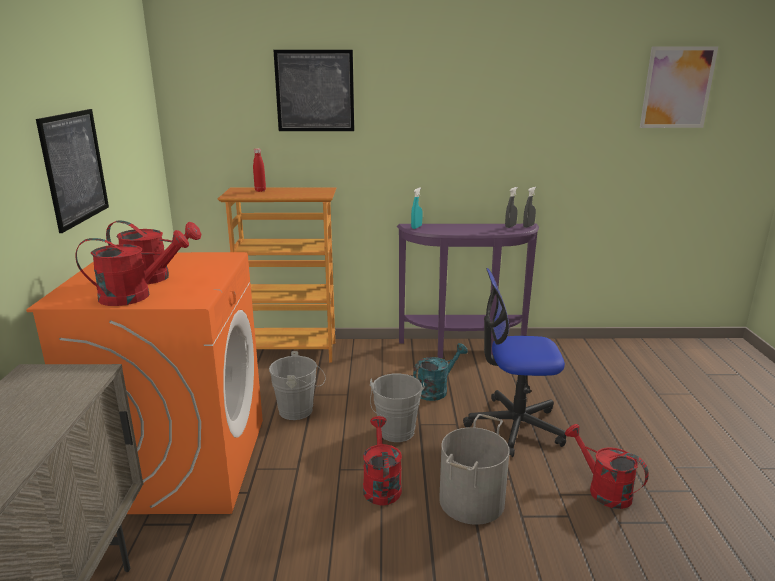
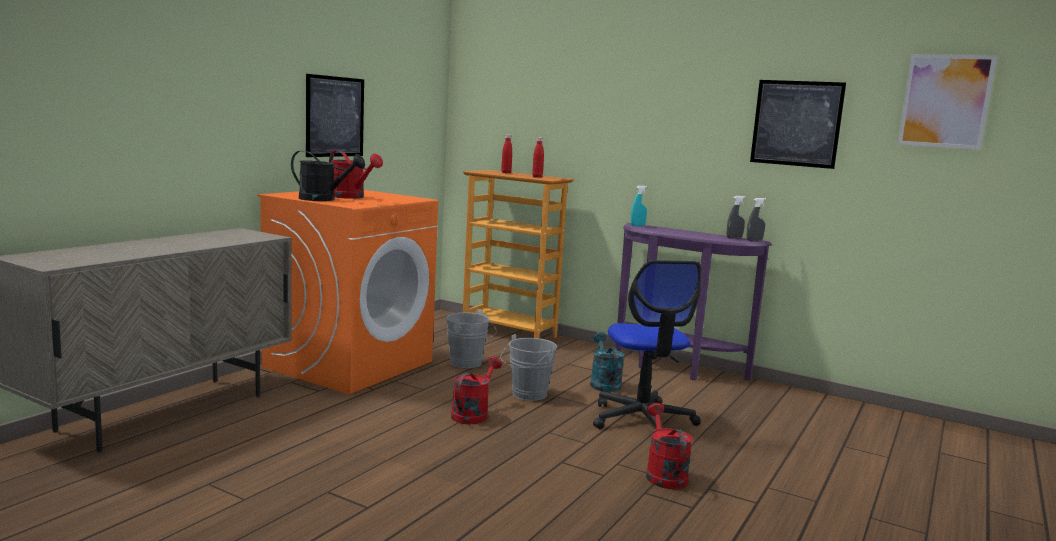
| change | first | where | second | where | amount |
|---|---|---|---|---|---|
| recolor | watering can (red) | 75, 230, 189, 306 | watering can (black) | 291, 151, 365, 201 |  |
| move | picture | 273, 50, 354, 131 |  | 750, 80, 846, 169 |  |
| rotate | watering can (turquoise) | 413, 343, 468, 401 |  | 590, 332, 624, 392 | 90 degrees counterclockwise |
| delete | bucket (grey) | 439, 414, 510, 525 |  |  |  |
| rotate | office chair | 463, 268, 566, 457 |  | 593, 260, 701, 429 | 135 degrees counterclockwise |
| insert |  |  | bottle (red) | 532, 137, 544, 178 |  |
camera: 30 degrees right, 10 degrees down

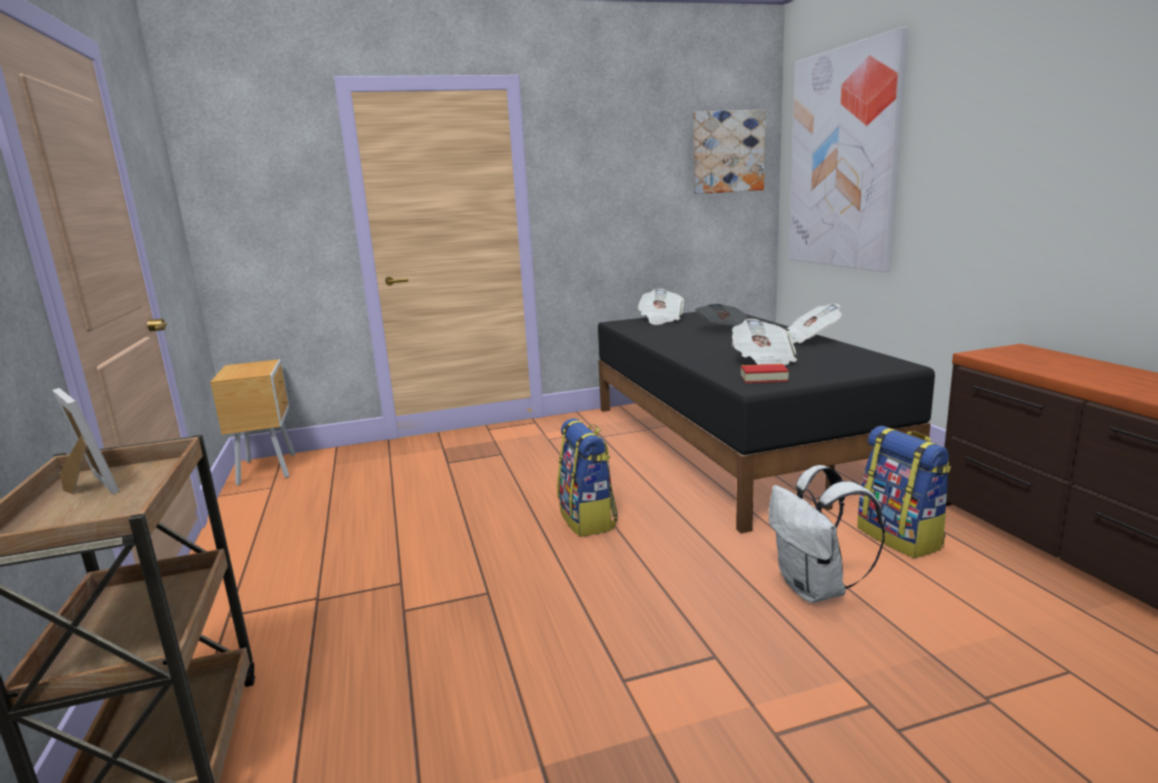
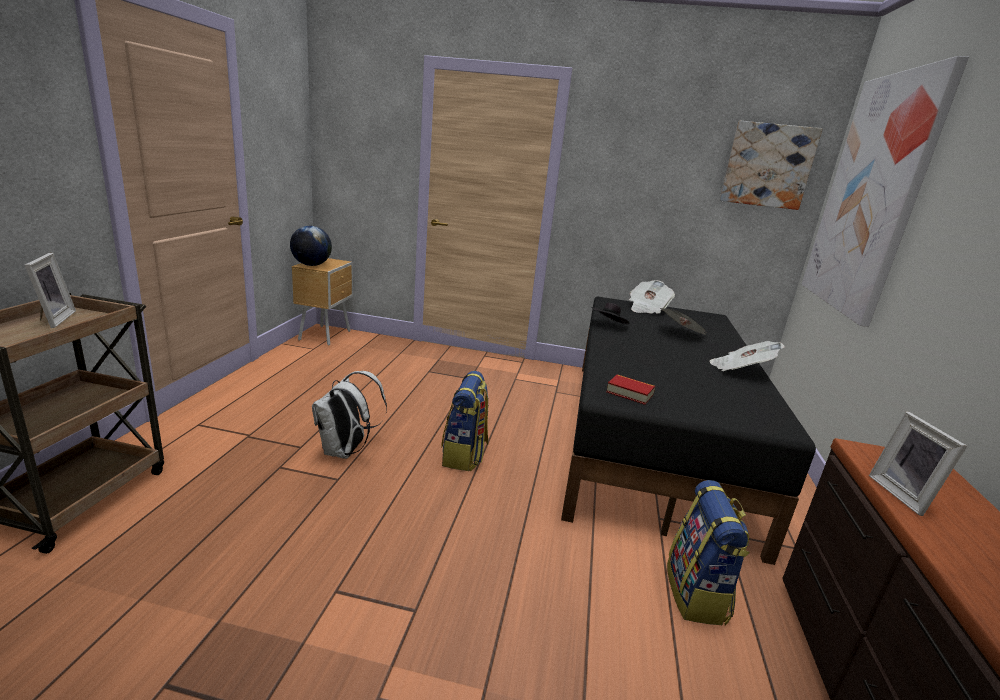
| change | first | where | second | where | amount |
|---|---|---|---|---|---|
| delete | newspaper | 732, 319, 797, 365 |  |  |  |
| move | backpack (white) | 768, 465, 885, 603 |  | 312, 371, 387, 459 |  |
| insert |  |  | globe | 290, 226, 332, 266 |  |
| insert |  |  | hat (black) | 591, 303, 629, 324 |  |
| insert |  |  | picture frame | 869, 411, 967, 516 |  |
camera: 25 degrees right, 5 degrees up

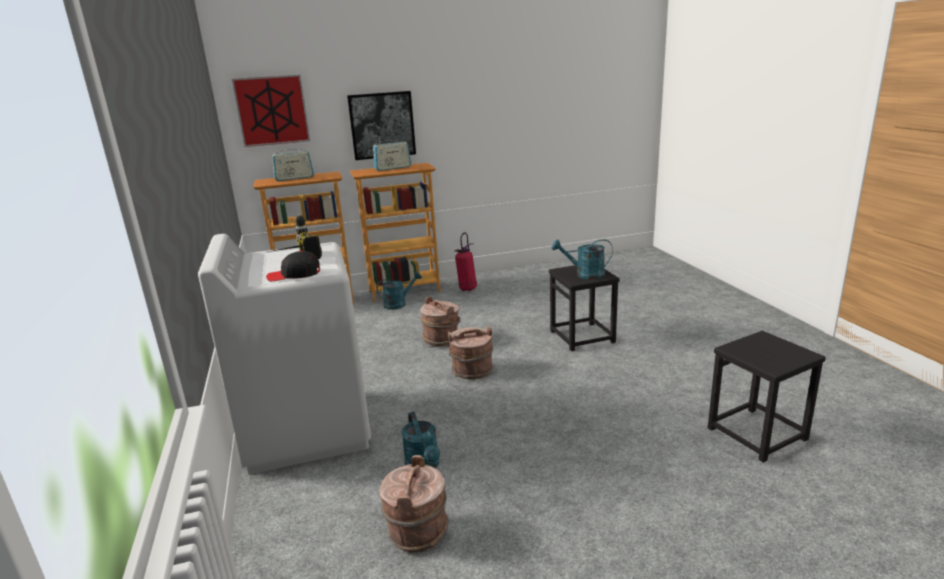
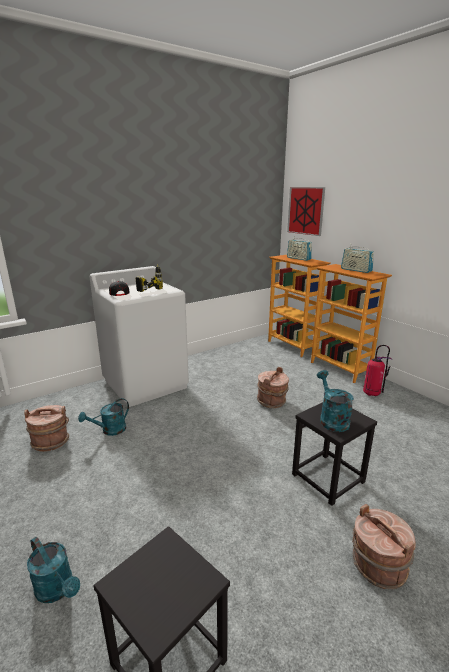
| change | first | where | second | where | amount |
|---|---|---|---|---|---|
| delete | picture | 347, 91, 416, 160 |  |  |  |
| move | watering can (turquoise) | 376, 271, 422, 310 |  | 27, 537, 80, 603 |  |
| move | bucket (brown) | 447, 326, 493, 379 |  | 352, 504, 416, 589 |  |
camera: 70 degrees right, 0 degrees up

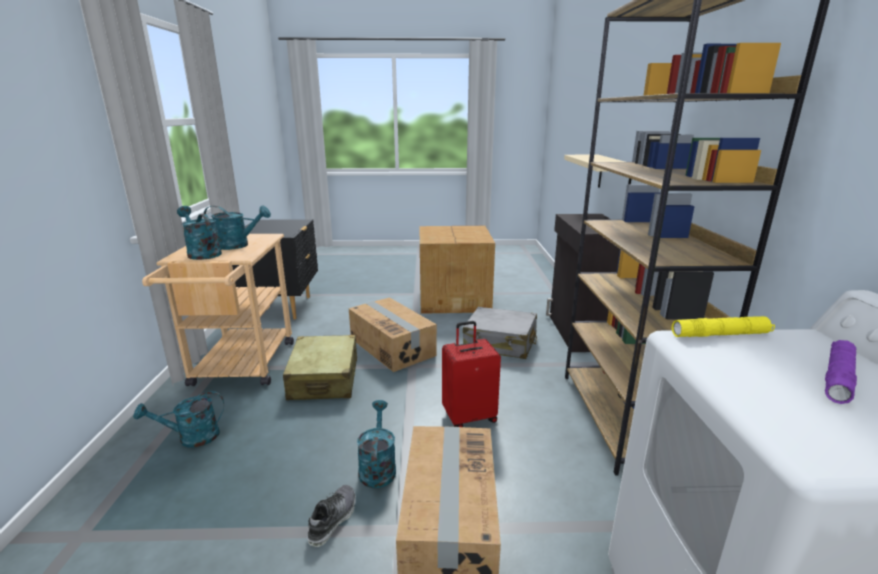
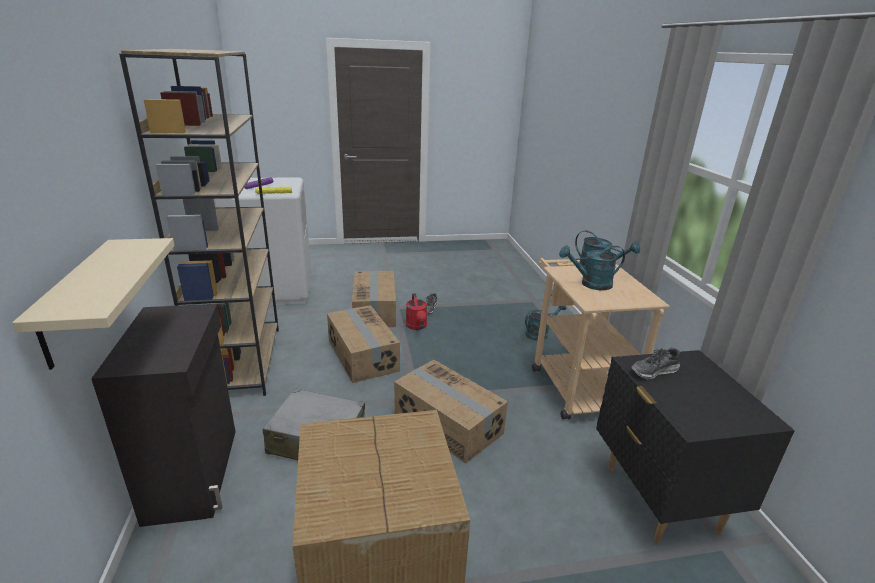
| change | first | where | second | where | amount |
|---|---|---|---|---|---|
| delete | suitcase (beige) | 283, 335, 357, 400 |  |  |  |
| recolor | watering can (turquoise) | 357, 400, 396, 488 | watering can (red) | 406, 293, 427, 330 |  |
| replace | suitcase (red) | 442, 321, 501, 427 | cardboard box | 327, 305, 400, 383 |  |
| insert |  |  | shoe | 632, 347, 680, 379 |  |
camera: 170 degrees right, 5 degrees up

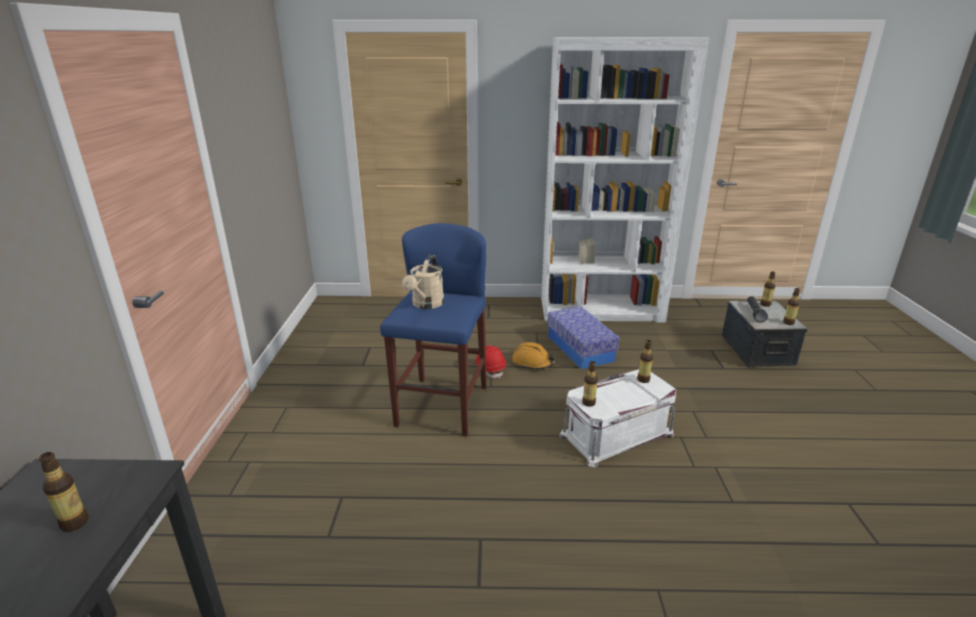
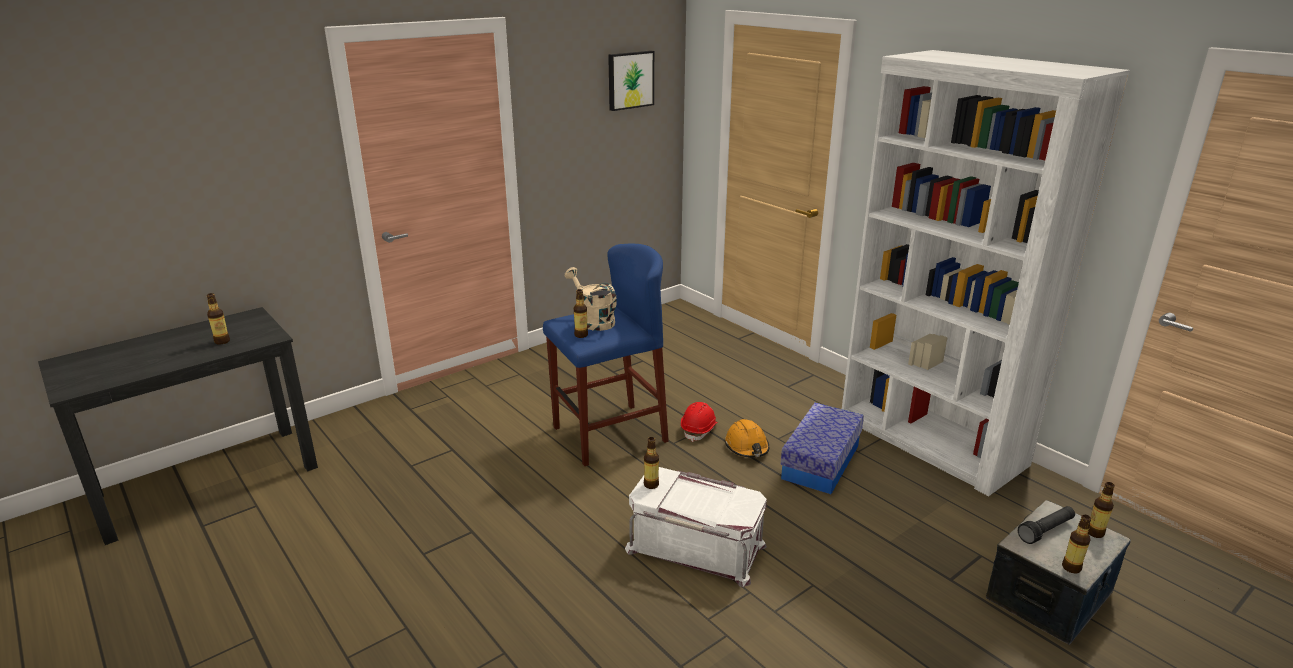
| change | first | where | second | where | amount |
|---|---|---|---|---|---|
| rotate | watering can (beige) | 402, 255, 444, 309 |  | 565, 267, 617, 331 | 75 degrees clockwise |
| move | bottle | 637, 340, 653, 383 |  | 574, 289, 588, 338 |  |
| insert |  |  | picture | 608, 50, 654, 111 |  |
camera: 50 degrees right, 0 degrees up

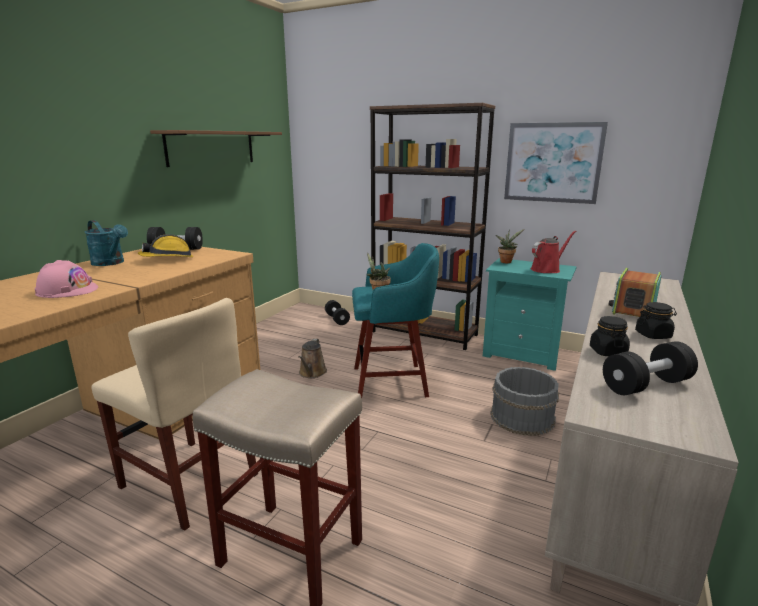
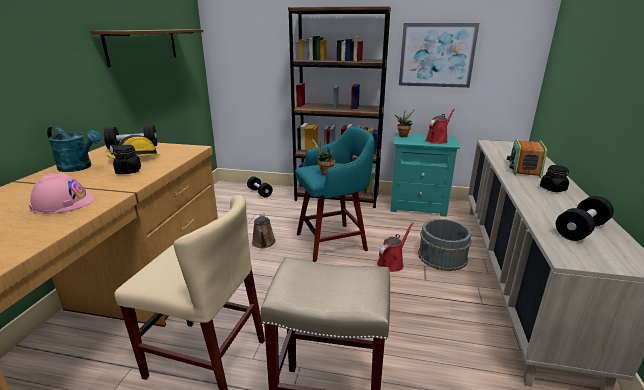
| change | first | where | second | where | amount |
|---|---|---|---|---|---|
| move | jar (black) | 590, 316, 630, 356 |  | 113, 145, 141, 174 |  |
| insert |  |  | watering can (red) | 377, 222, 414, 272 |  |
camera: 15 degrees left, 5 degrees up

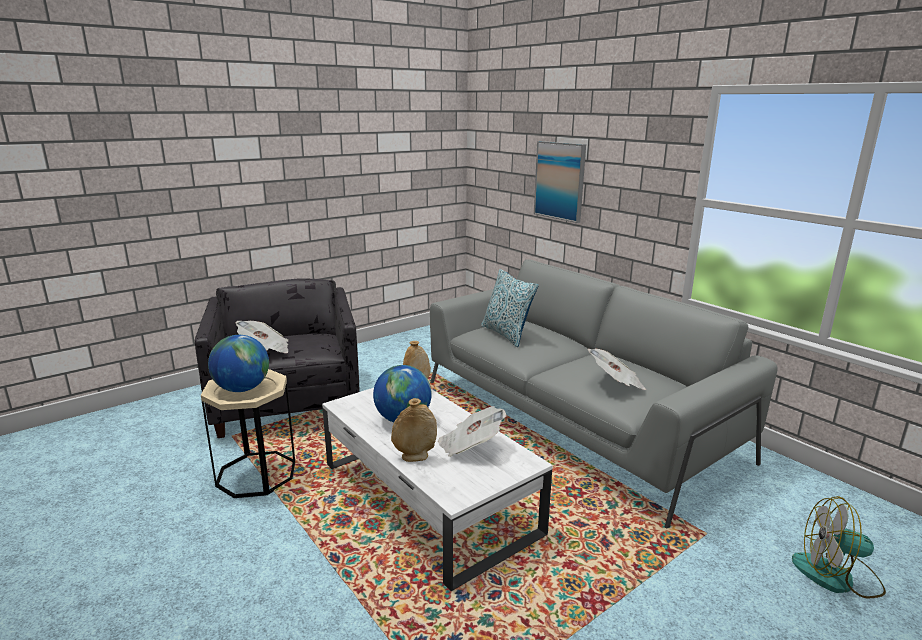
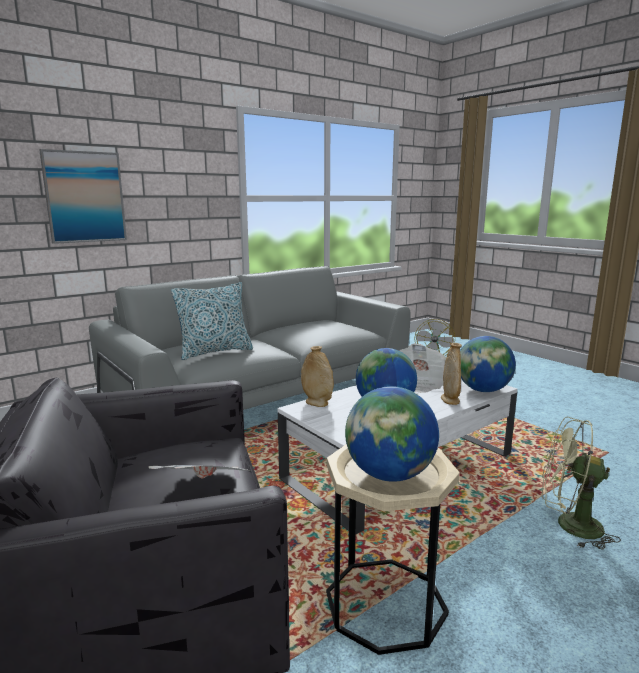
| change | first | where | second | where | amount |
|---|---|---|---|---|---|
| delete | newspaper | 588, 349, 647, 390 |  |  |  |
| insert |  |  | globe | 460, 336, 516, 392 |  |
| insert |  |  | fan (green) | 542, 417, 621, 550 |  |
camera: 90 degrees left, 5 degrees down

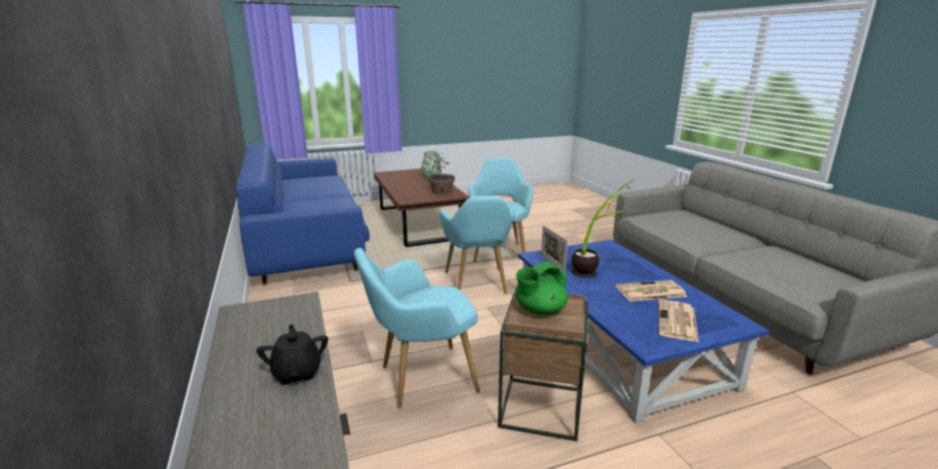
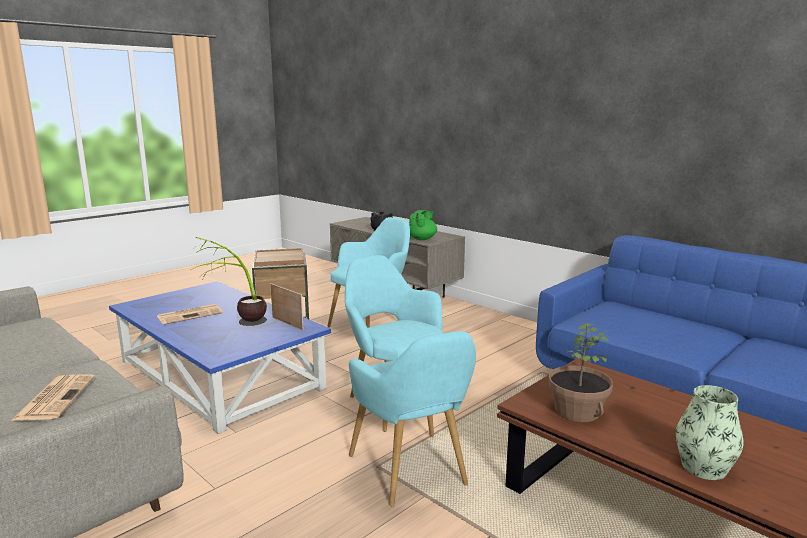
| change | first | where | second | where | amount |
|---|---|---|---|---|---|
| move | teapot (green) | 515, 261, 568, 315 |  | 409, 210, 437, 240 |  |
| move | newspaper | 658, 300, 699, 342 |  | 11, 374, 95, 421 |  |
camera: 155 degrees right, 5 degrees down

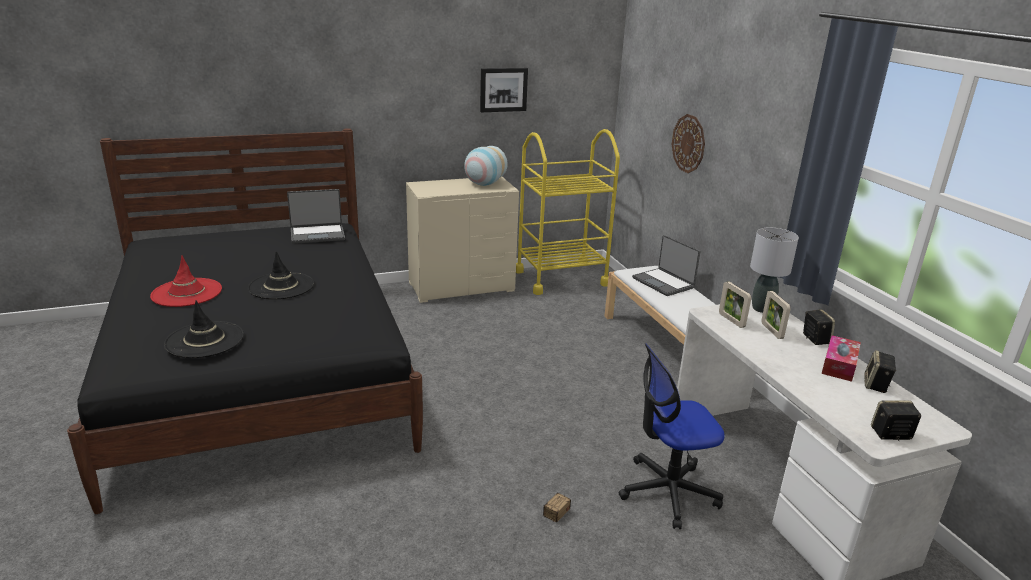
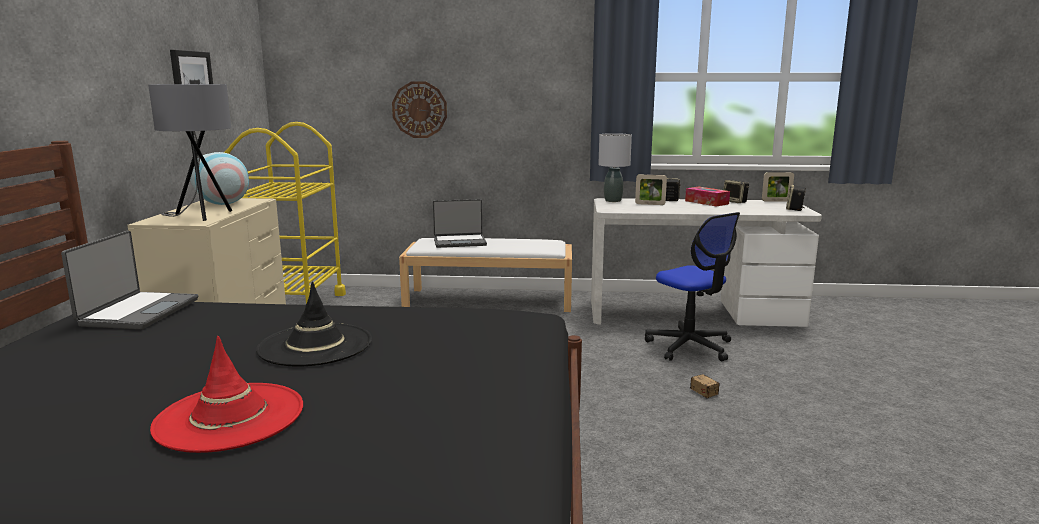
| change | first | where | second | where | amount |
|---|---|---|---|---|---|
| delete | hat (black) | 164, 301, 244, 358 |  |  |  |
| rotate | office chair | 619, 343, 725, 529 |  | 645, 212, 740, 361 | 45 degrees counterclockwise |
| move | picture frame | 719, 281, 751, 328 |  | 762, 172, 794, 202 |  |
| insert |  |  | table lamp (grey) | 148, 84, 232, 221 |  |
camera: 65 degrees left, 10 degrees down

